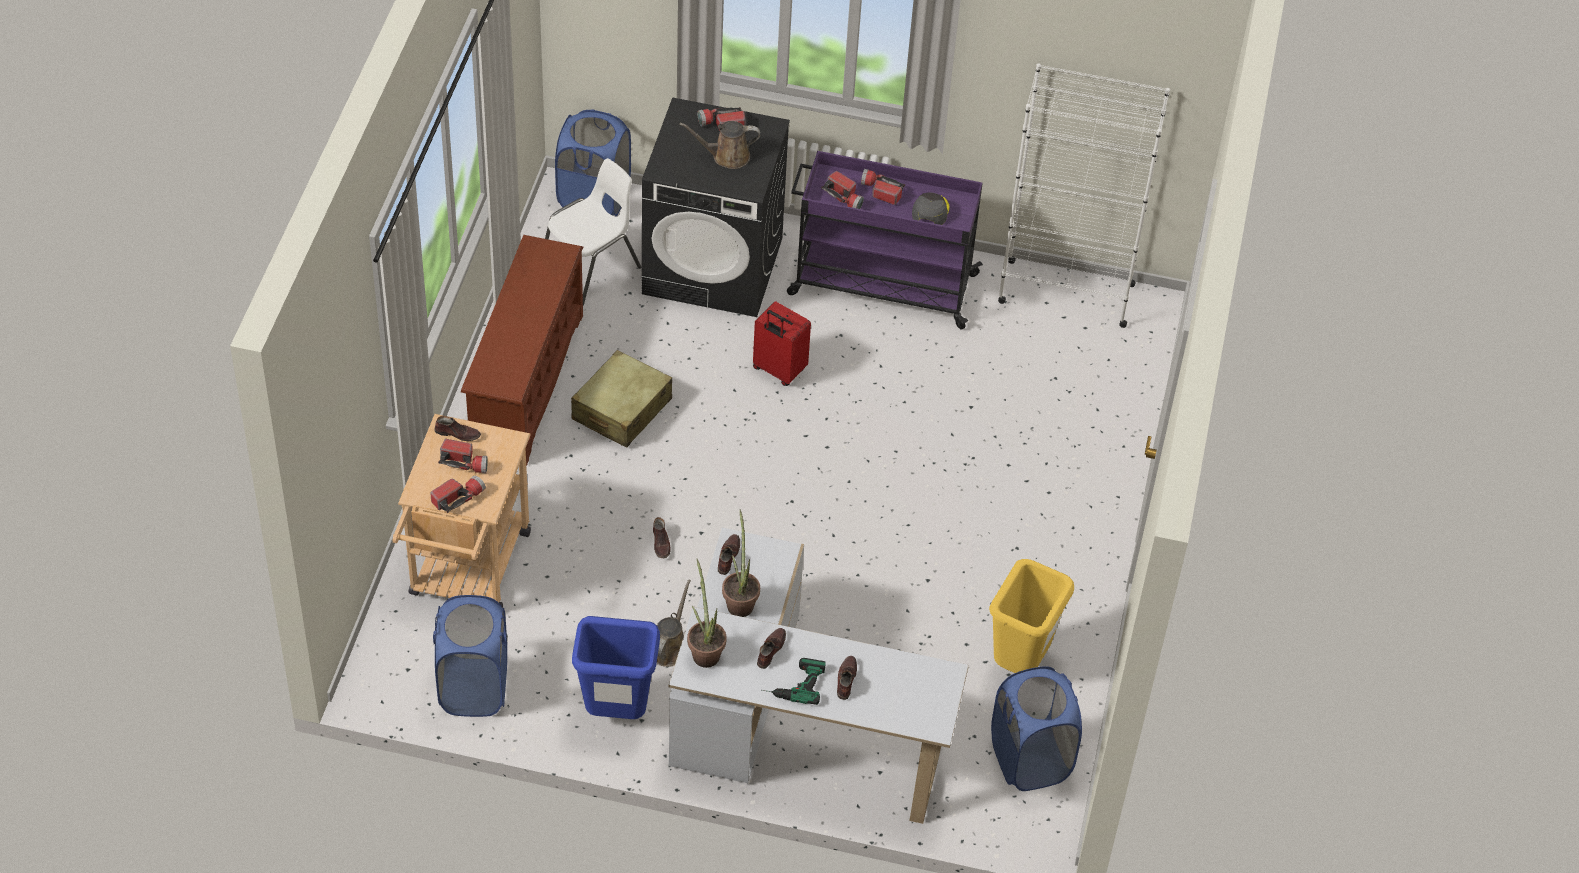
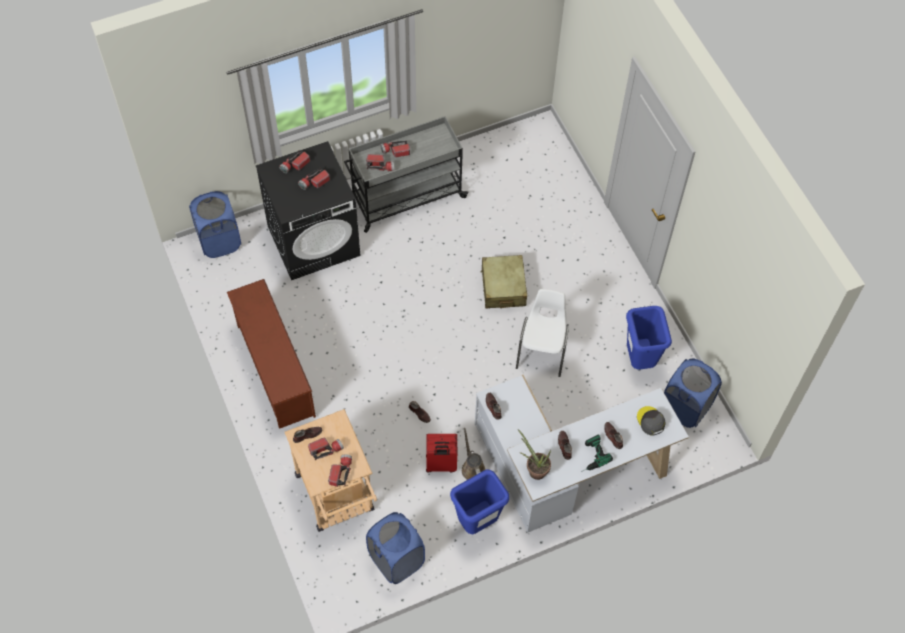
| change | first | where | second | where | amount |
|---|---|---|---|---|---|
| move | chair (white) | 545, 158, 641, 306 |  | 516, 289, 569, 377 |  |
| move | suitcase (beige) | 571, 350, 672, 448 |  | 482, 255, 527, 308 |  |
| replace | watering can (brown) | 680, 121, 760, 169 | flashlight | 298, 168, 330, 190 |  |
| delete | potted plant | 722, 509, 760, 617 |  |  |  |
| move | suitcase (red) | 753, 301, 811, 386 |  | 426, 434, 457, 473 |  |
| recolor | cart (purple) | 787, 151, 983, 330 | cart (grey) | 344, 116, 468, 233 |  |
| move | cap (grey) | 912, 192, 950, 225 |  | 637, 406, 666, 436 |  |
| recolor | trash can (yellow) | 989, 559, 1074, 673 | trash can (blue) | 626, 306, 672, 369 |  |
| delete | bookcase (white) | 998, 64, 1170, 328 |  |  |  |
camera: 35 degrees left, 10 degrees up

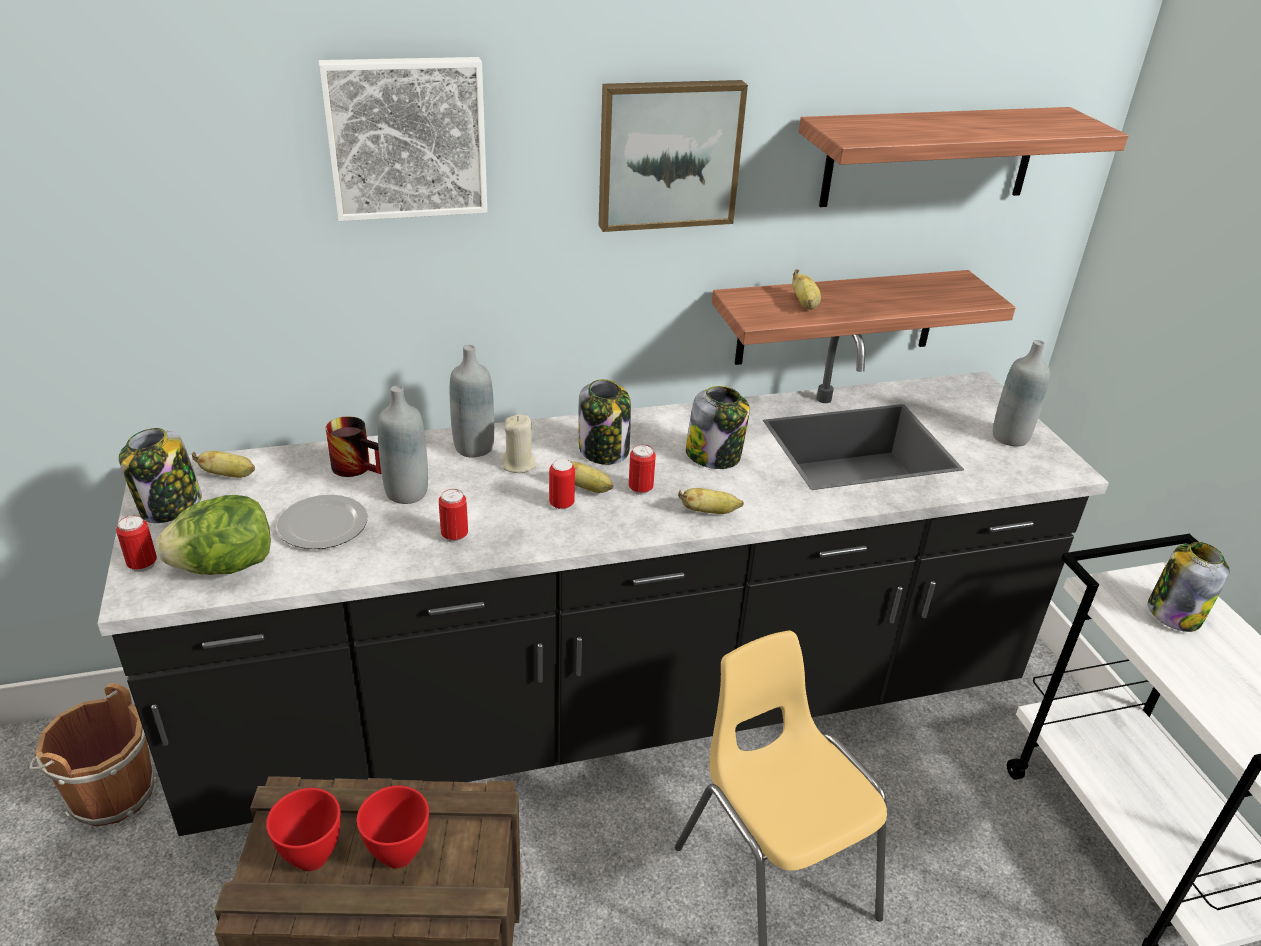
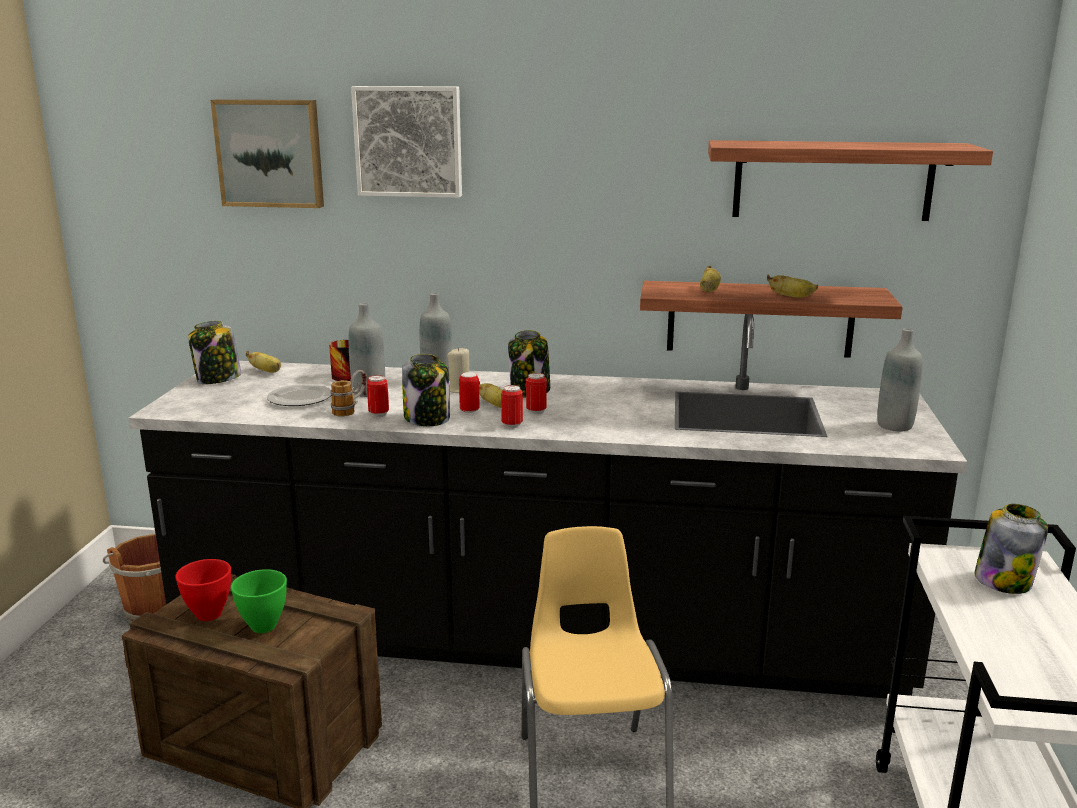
| change | first | where | second | where | amount |
|---|---|---|---|---|---|
| move | can | 116, 515, 157, 572 |  | 501, 385, 523, 428 |  |
| delete | lettuce | 157, 495, 271, 575 |  |  |  |
| recolor | bowl (red) | 357, 786, 429, 869 | bowl (green) | 231, 569, 287, 633 |  |
| move | picture | 599, 80, 748, 232 |  | 210, 99, 324, 208 |  |
| move | banana | 678, 488, 744, 514 |  | 767, 274, 818, 298 |  |
| move | jar | 686, 386, 750, 469 |  | 402, 354, 450, 426 |  |
| insert |  |  | mug | 330, 370, 367, 417 |  |
camera: 25 degrees right, 15 degrees down

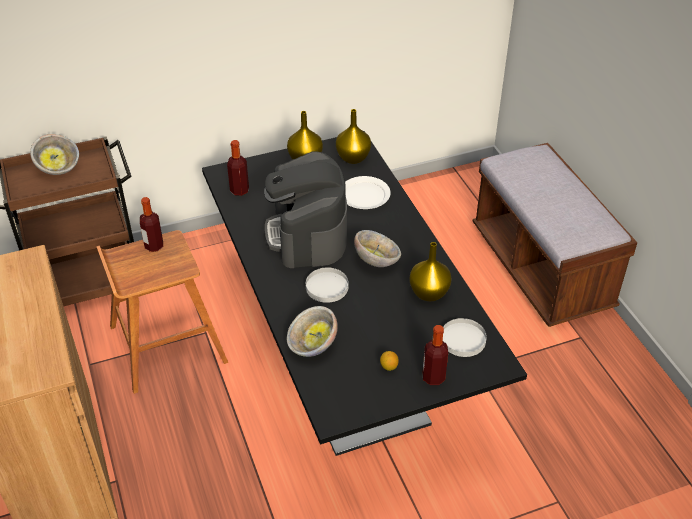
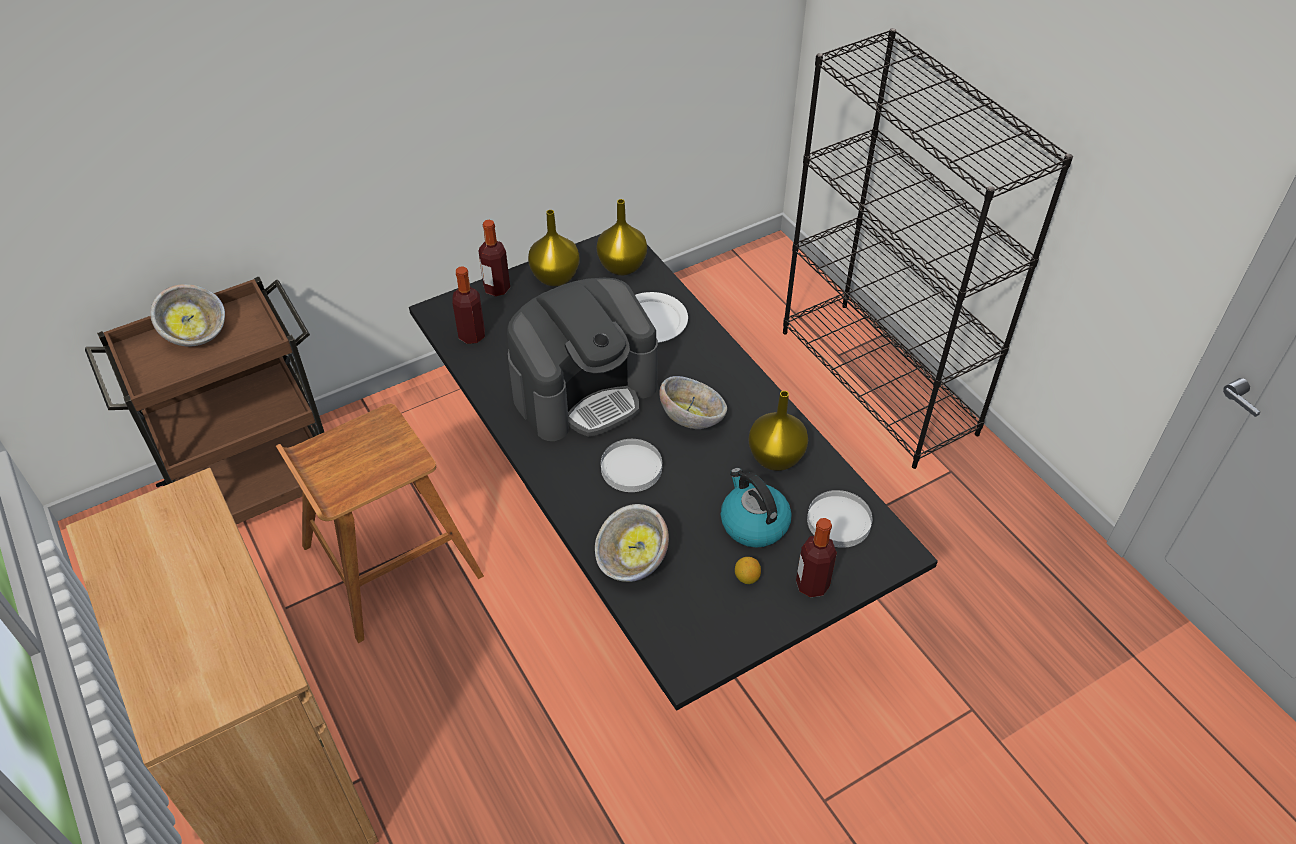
| change | first | where | second | where | amount |
|---|---|---|---|---|---|
| move | bottle | 140, 197, 163, 252 |  | 478, 220, 510, 296 |  |
| rotate | coffee machine | 264, 151, 347, 268 |  | 507, 278, 658, 441 | 105 degrees counterclockwise |
| replace | bench (brown) | 473, 143, 637, 327 | bookcase (black) | 783, 28, 1073, 469 |  |
| insert |  |  | kettle | 721, 468, 792, 548 |  |
camera: 10 degrees left, 5 degrees up

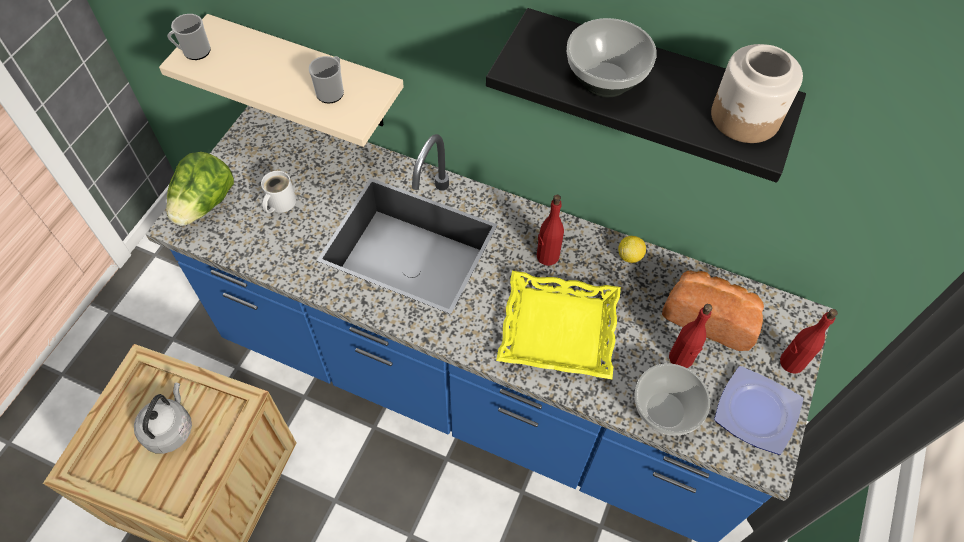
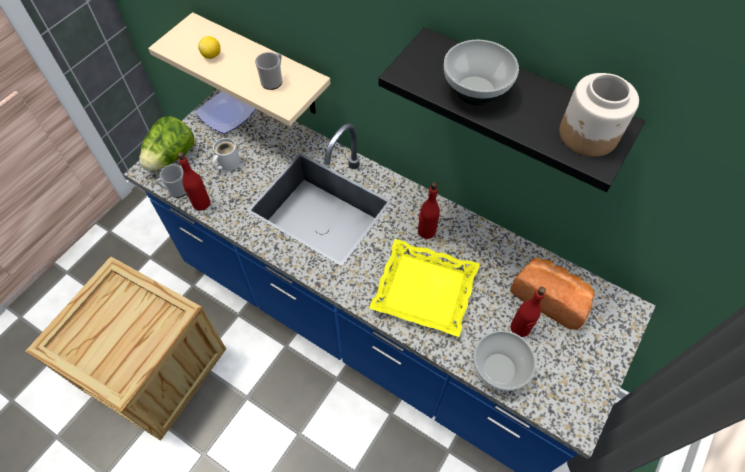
| change | first | where | second | where | amount |
|---|---|---|---|---|---|
| delete | kettle (grey) | 134, 383, 192, 454 |  |  |  |
| move | mug | 167, 14, 211, 60 |  | 156, 164, 187, 198 |  |
| move | lemon | 618, 236, 646, 263 |  | 198, 36, 221, 59 |  |
| move | plate | 714, 366, 804, 455 |  | 195, 91, 256, 134 |  |
| move | bottle (red) | 780, 309, 838, 374 |  | 178, 152, 210, 211 |  |
camera: 10 degrees right, 0 degrees up

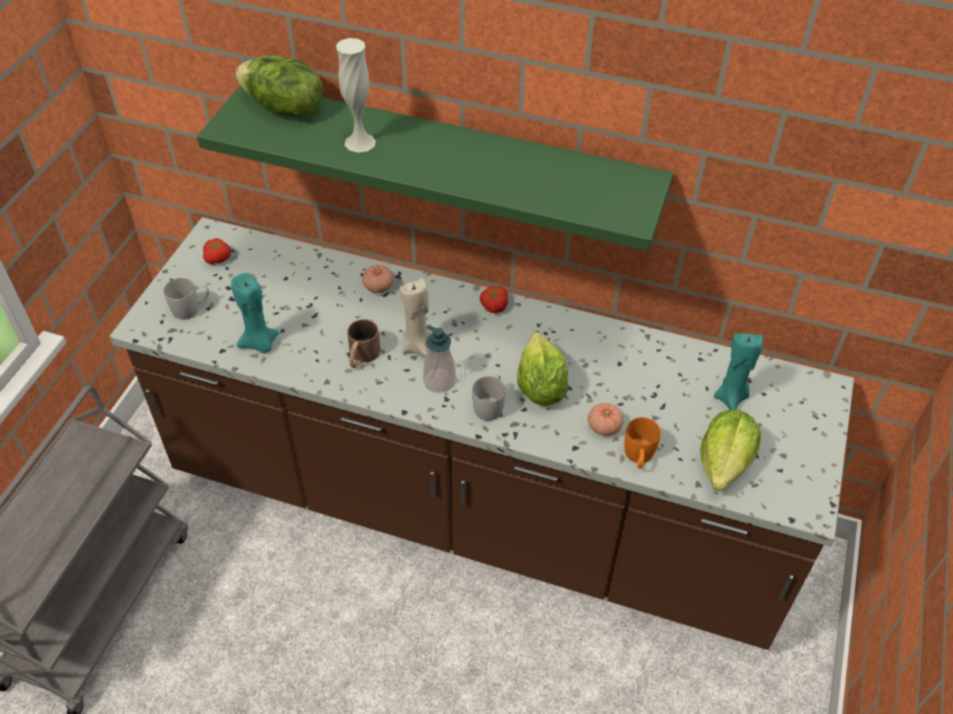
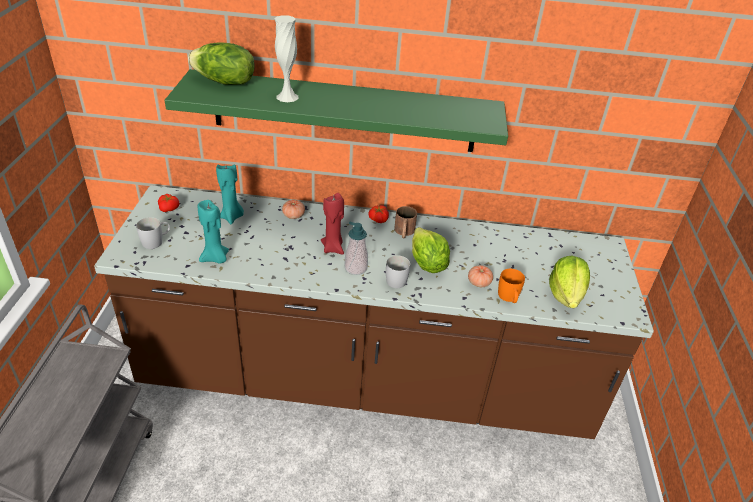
| change | first | where | second | where | amount |
|---|---|---|---|---|---|
| move | mug (brown) | 347, 319, 381, 368 |  | 394, 206, 417, 238 |  |
| recolor | candle (beige) | 400, 278, 431, 357 | candle (red) | 321, 193, 344, 254 |  |
| move | candle (turquoise) | 714, 333, 763, 410 |  | 216, 164, 244, 224 |  |
camera: 15 degrees left, 10 degrees down

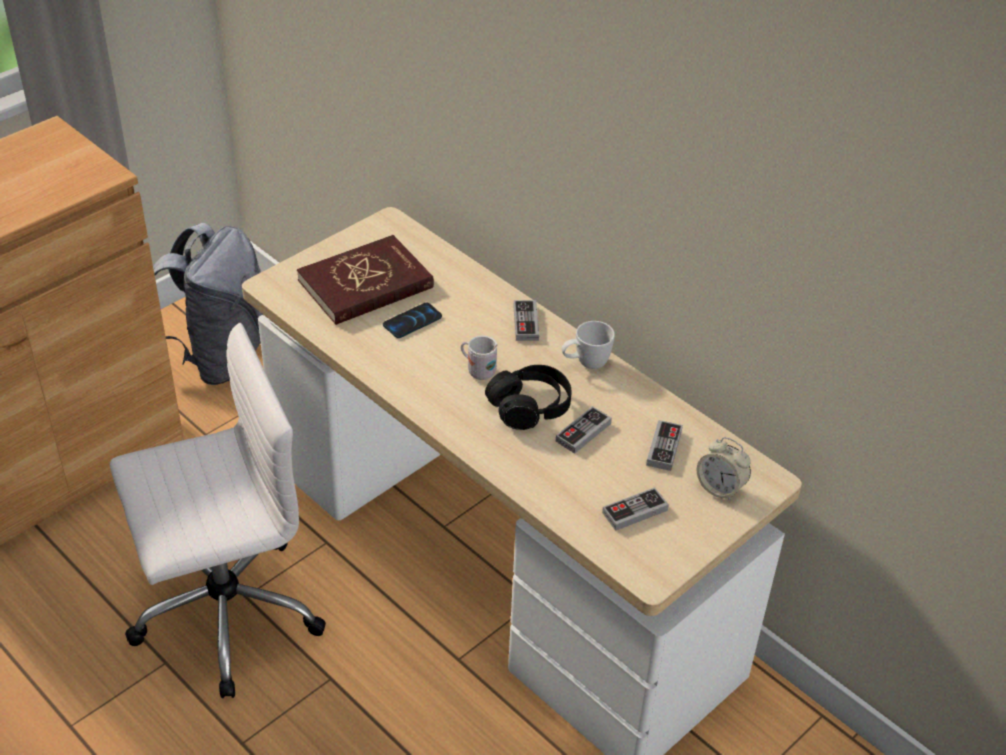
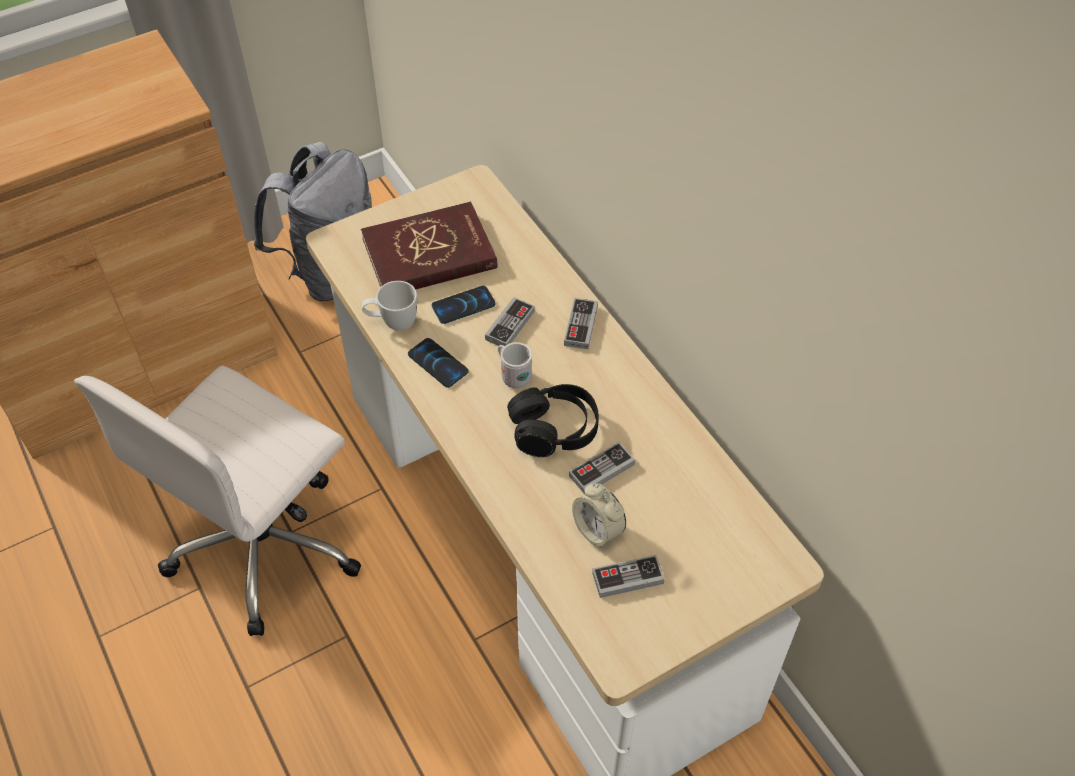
| change | first | where | second | where | amount |
|---|---|---|---|---|---|
| rotate | office chair (white) | 110, 323, 326, 698 |  | 74, 366, 361, 636 | 135 degrees clockwise |
| move | mug (white) | 562, 321, 615, 369 |  | 362, 281, 417, 331 |  |
| move | game controller | 646, 420, 683, 471 |  | 485, 297, 535, 346 |  |
| move | alarm clock | 697, 437, 751, 501 |  | 572, 483, 626, 548 |  |
| insert |  |  | phone | 408, 338, 469, 388 |  |
camera: 15 degrees right, 10 degrees up

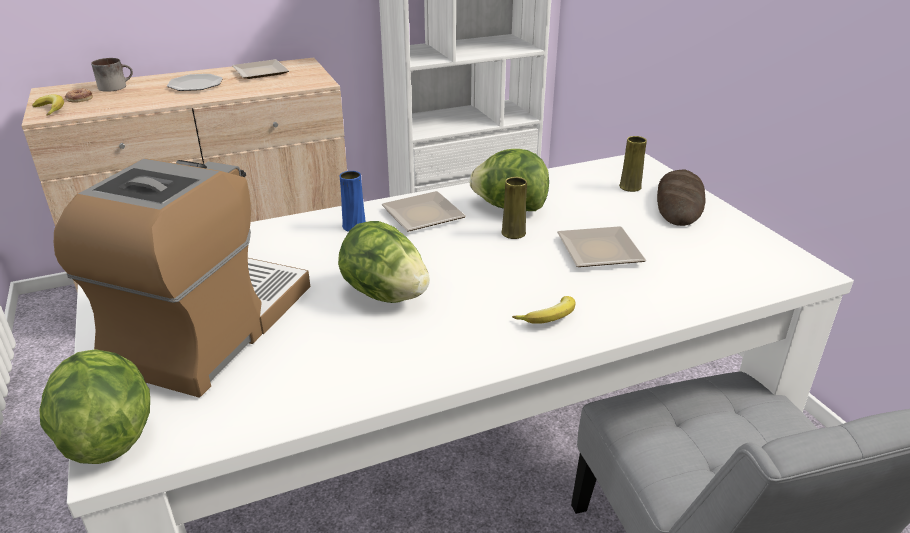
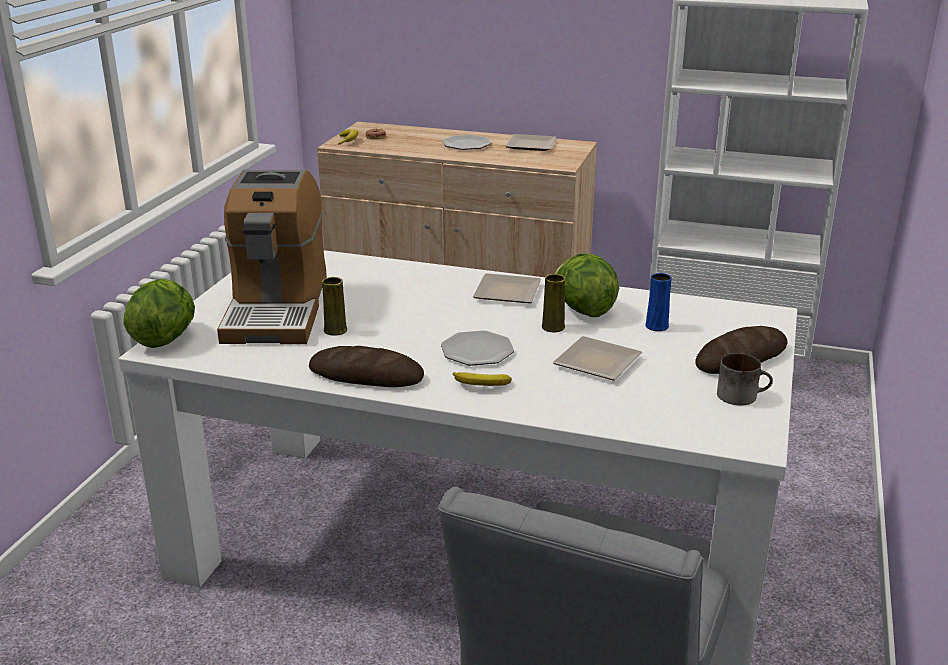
| change | first | where | second | where | amount |
|---|---|---|---|---|---|
| rotate | coffee machine | 54, 158, 310, 397 |  | 217, 170, 327, 344 | 120 degrees clockwise |
| move | mug | 91, 58, 133, 92 |  | 717, 353, 773, 405 |  |
| delete | lettuce | 338, 221, 430, 303 |  |  |  |
| move | vase (blue) | 340, 171, 366, 232 |  | 645, 273, 672, 331 |  |
| move | vase (yellow) | 619, 136, 647, 192 |  | 322, 277, 347, 336 |  |
| insert |  |  | bread | 309, 346, 424, 387 |  |
| insert |  |  | plate | 441, 330, 514, 366 |  |
camera: 40 degrees right, 5 degrees down

